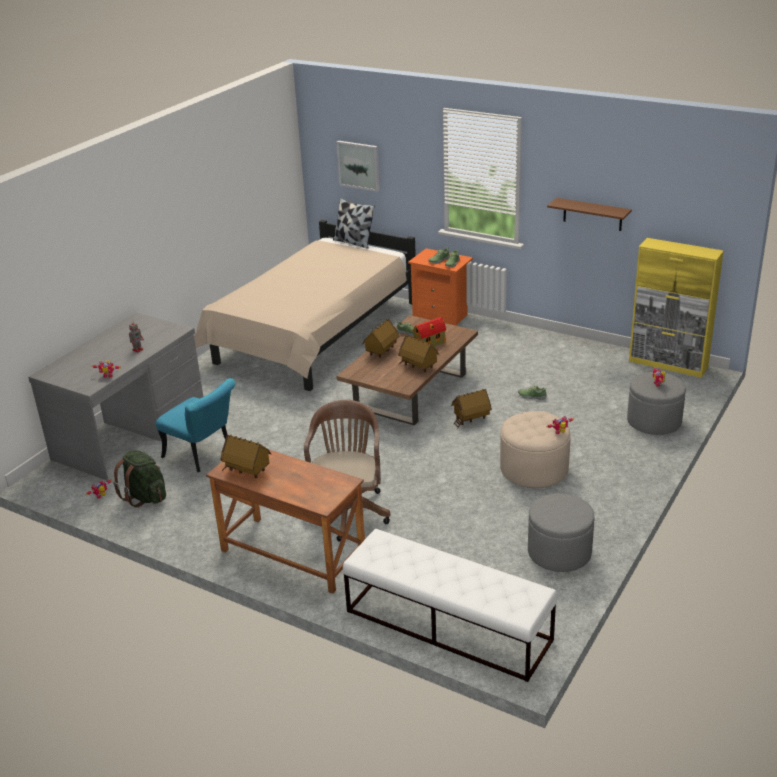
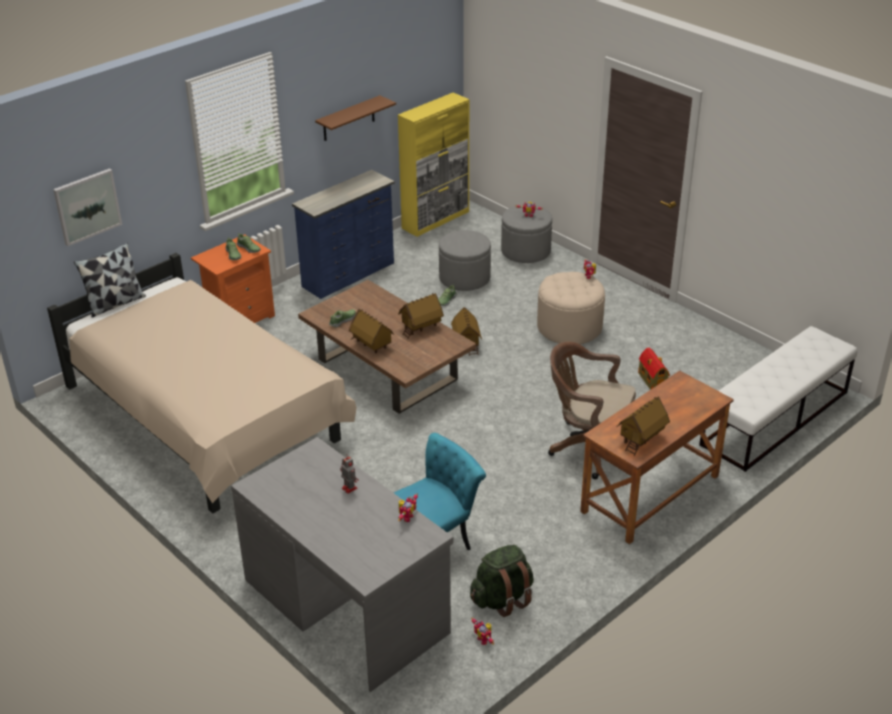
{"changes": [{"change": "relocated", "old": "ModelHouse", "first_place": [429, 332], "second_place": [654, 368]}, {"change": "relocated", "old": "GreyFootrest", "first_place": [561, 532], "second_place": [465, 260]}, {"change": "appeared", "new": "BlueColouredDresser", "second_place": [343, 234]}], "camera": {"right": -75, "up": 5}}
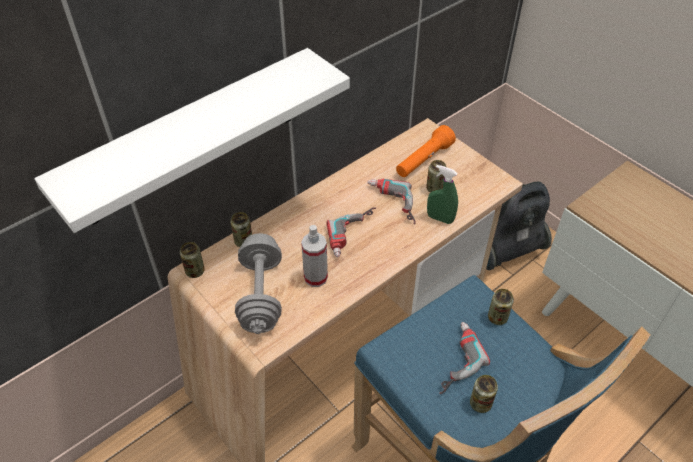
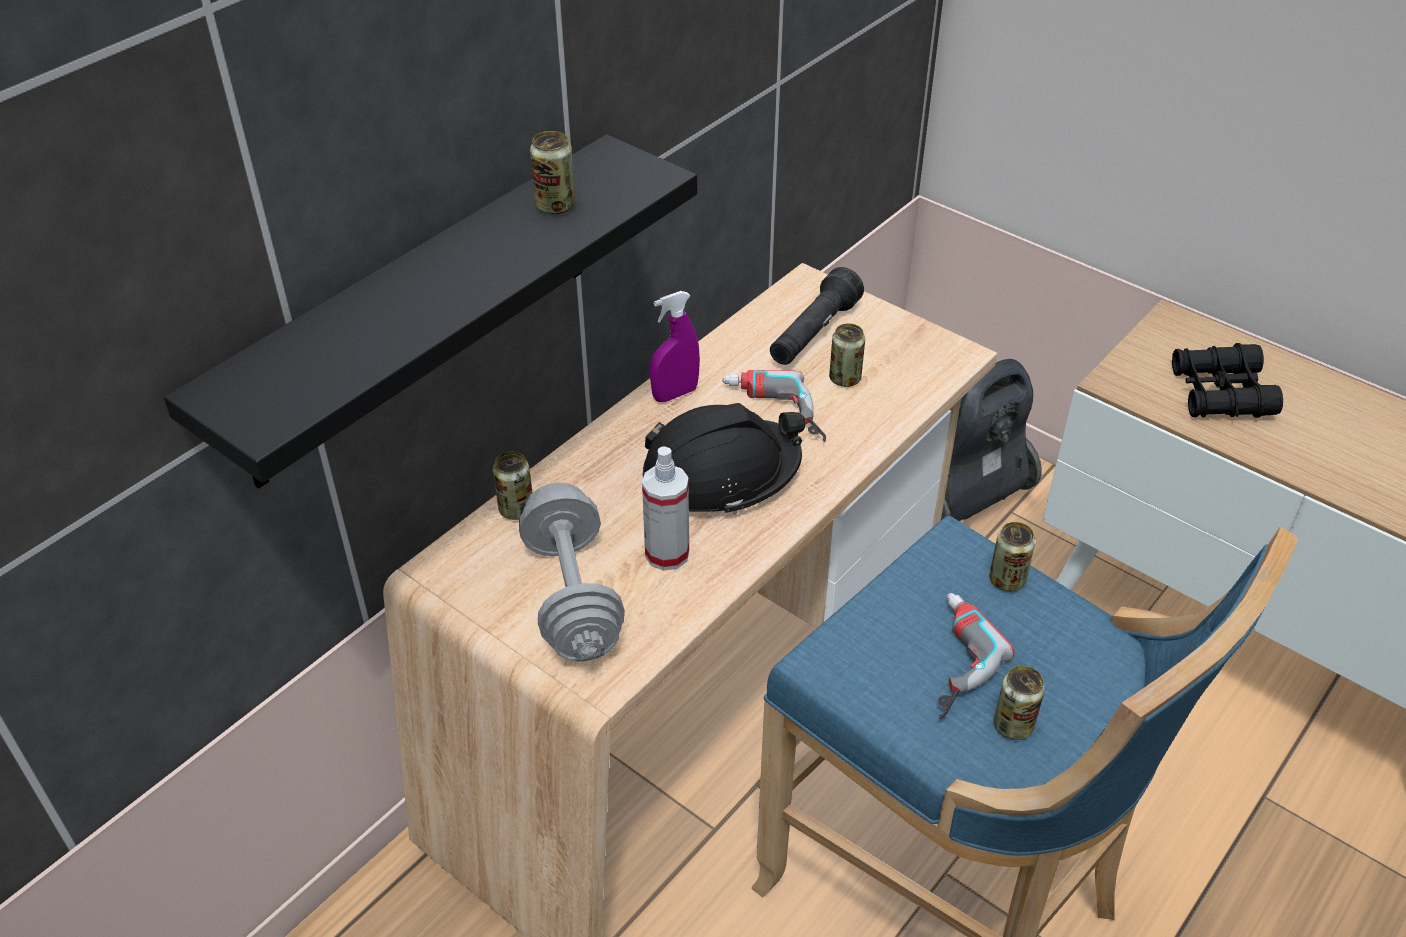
{"changes": [{"change": "colour", "old": "WhitishBracketShelf", "new": "BlackishBracketShelf", "first_place": [192, 140], "second_place": [430, 311]}, {"change": "relocated", "old": "SealedCan", "first_place": [192, 260], "second_place": [552, 172]}, {"change": "exchanged", "old": "Drill", "new": "BlackishWorkHelmet", "first_place": [351, 232], "second_place": [724, 459]}, {"change": "colour", "old": "OrangeFlashlight", "new": "BlackishFlashlight", "first_place": [426, 151], "second_place": [817, 316]}, {"change": "missing", "old": "GreenColouredHandSprayer", "first_place": [442, 194]}, {"change": "appeared", "new": "PurplishHandSprayer", "second_place": [675, 346]}, {"change": "appeared", "new": "BlackishPairOfBinoculars", "second_place": [1227, 380]}], "camera": {"right": -10, "up": -5}}
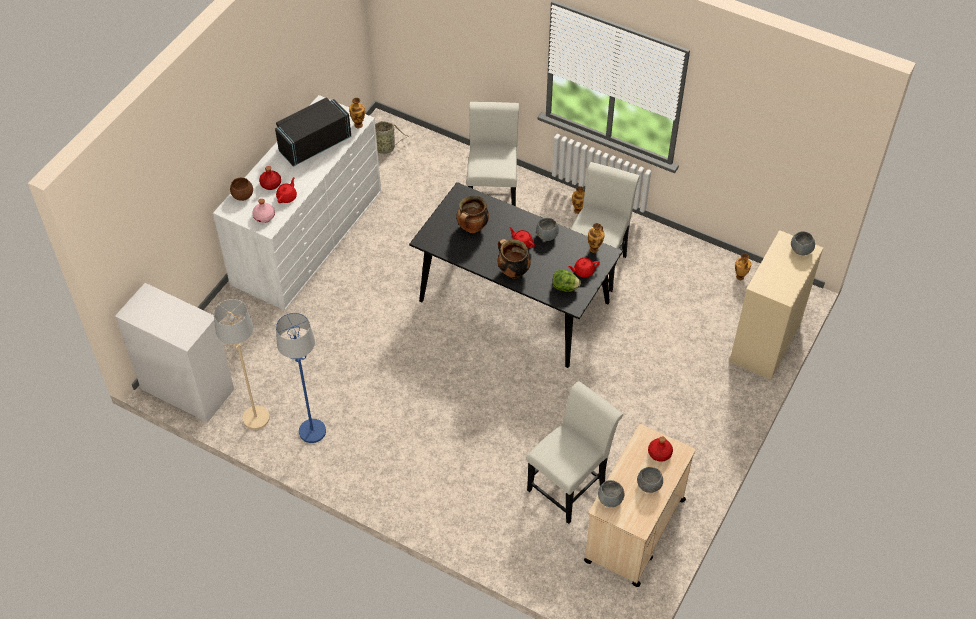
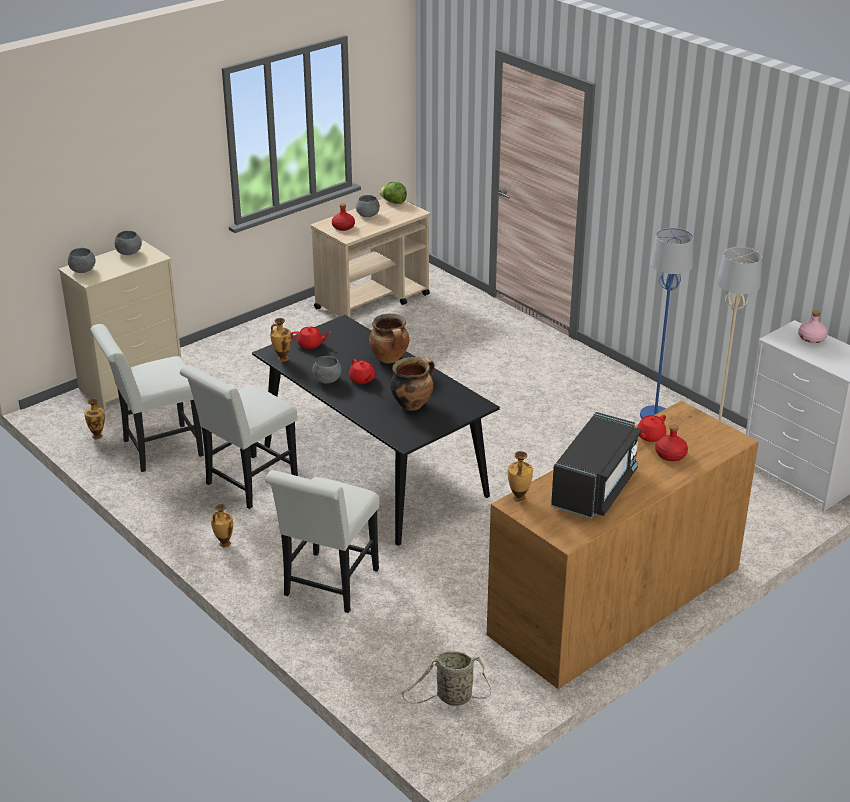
{"changes": [{"change": "colour", "old": "WhitishDresser", "new": "BrownColouredDresser", "first_place": [297, 202], "second_place": [623, 545]}, {"change": "missing", "old": "BrownColouredBowl", "first_place": [241, 189]}, {"change": "relocated", "old": "PinkColouredBeverageBottle", "first_place": [263, 211], "second_place": [813, 326]}, {"change": "spun", "old": "BlackishKitchenMicrowave", "first_place": [313, 132], "second_place": [596, 465], "degrees": -45}, {"change": "relocated", "old": "WhitishPlainChair", "first_place": [574, 452], "second_place": [147, 398]}, {"change": "relocated", "old": "Lettuce", "first_place": [566, 281], "second_place": [393, 192]}, {"change": "relocated", "old": "GreyBowl", "first_place": [611, 493], "second_place": [128, 243]}], "camera": {"right": -160, "up": -20}}
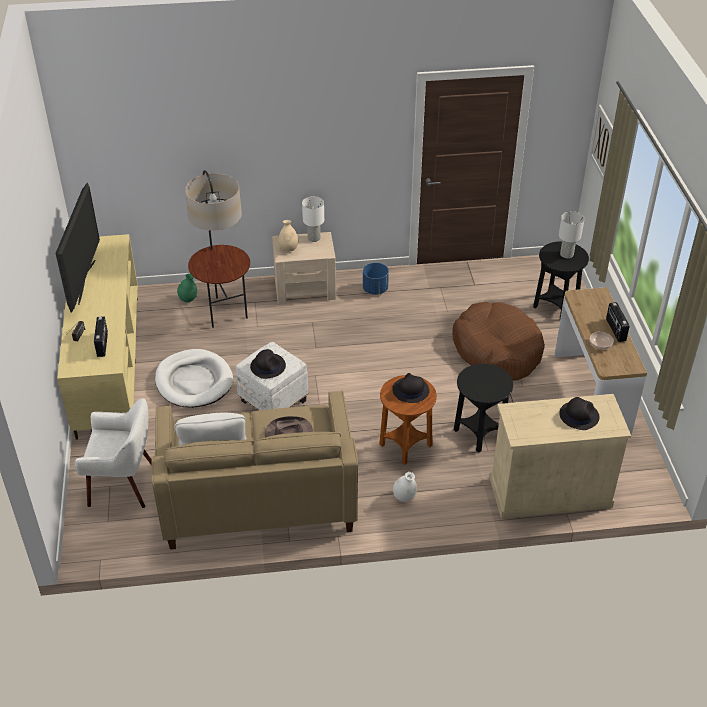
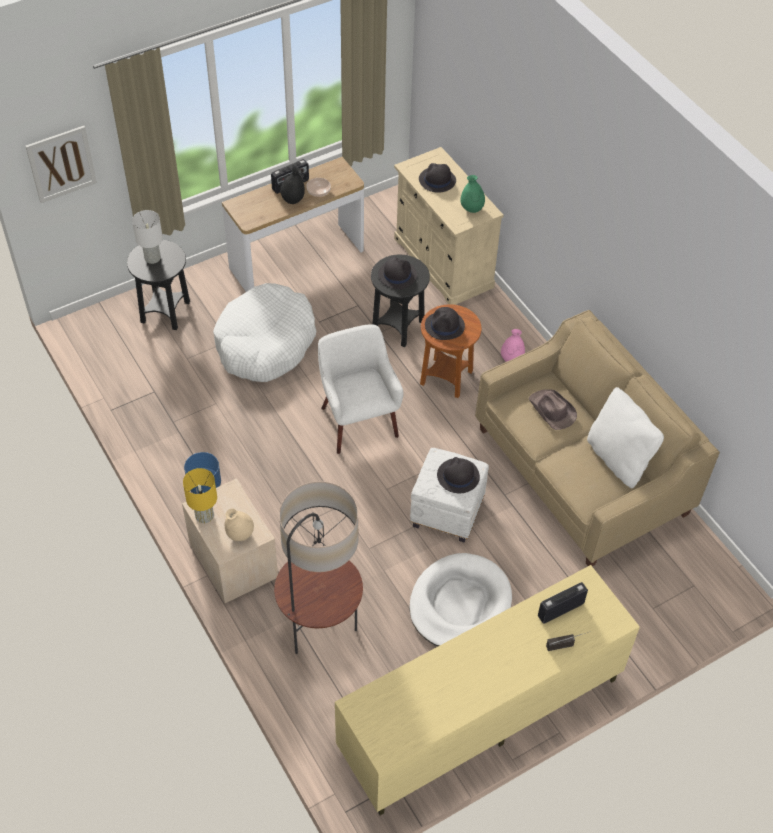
{"changes": [{"change": "missing", "old": "TvSet", "first_place": [78, 248]}, {"change": "relocated", "old": "WhitishEasyChair", "first_place": [113, 453], "second_place": [361, 389]}, {"change": "relocated", "old": "GreenColouredVase", "first_place": [187, 287], "second_place": [472, 194]}, {"change": "colour", "old": "WhitishLampForATable", "new": "YellowLampForATable", "first_place": [313, 219], "second_place": [200, 495]}, {"change": "colour", "old": "WhitishVase", "new": "PinkColouredVase", "first_place": [405, 487], "second_place": [513, 345]}, {"change": "colour", "old": "BrownColouredPetBed", "new": "WhitishPetBed", "first_place": [498, 341], "second_place": [264, 332]}, {"change": "appeared", "new": "BlackishVase", "second_place": [292, 185]}, {"change": "appeared", "new": "BlackishWearableHat", "second_place": [397, 273]}], "camera": {"right": -115, "up": 10}}
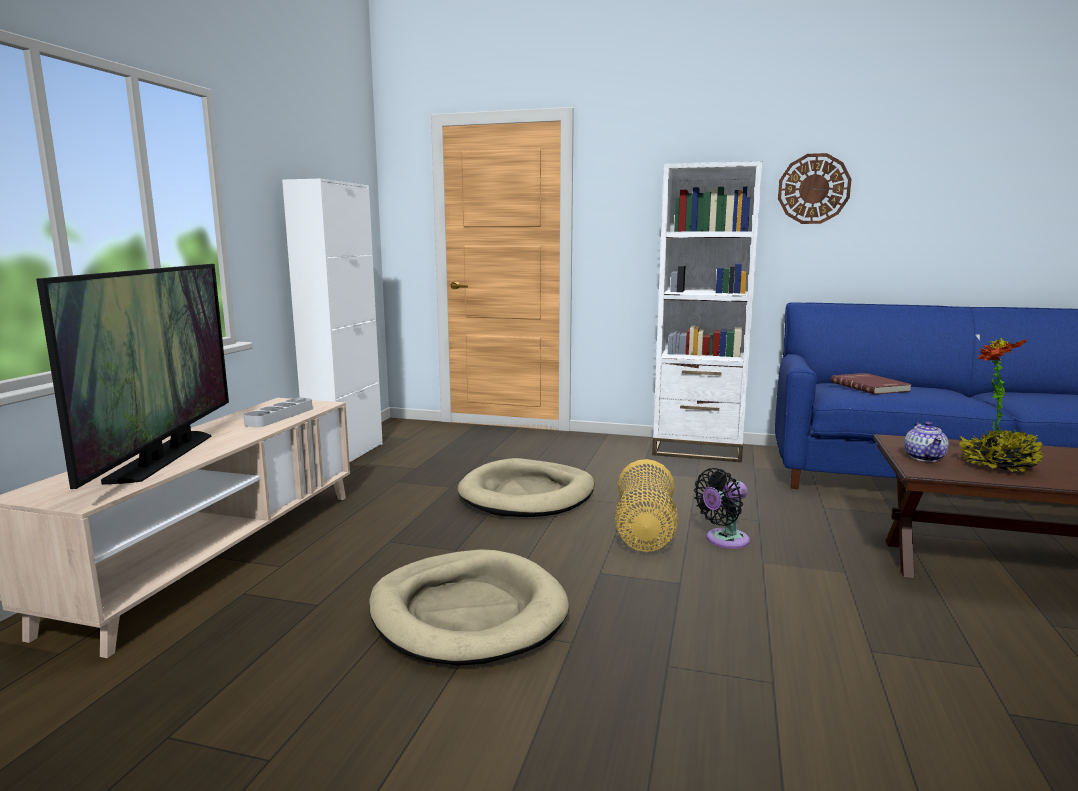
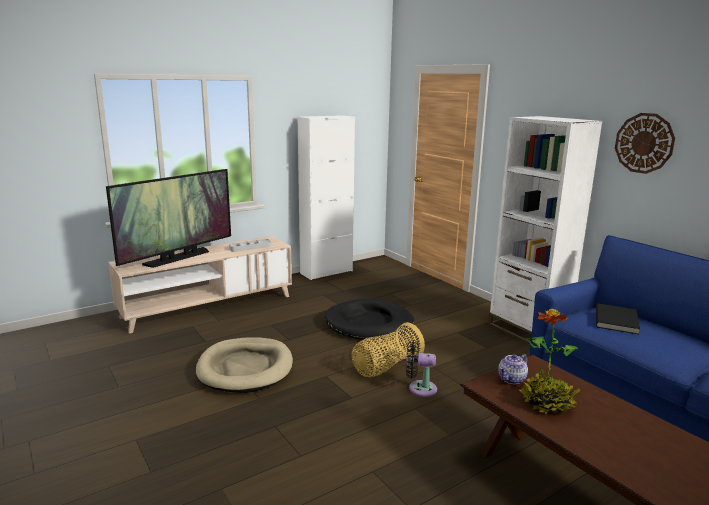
{"changes": [{"change": "colour", "old": "SandColouredPetBed", "new": "BlackishPetBed", "first_place": [525, 487], "second_place": [369, 319]}, {"change": "colour", "old": "ReddishVolume", "new": "BlackishVolume", "first_place": [871, 384], "second_place": [618, 318]}], "camera": {"right": 40, "up": 5}}
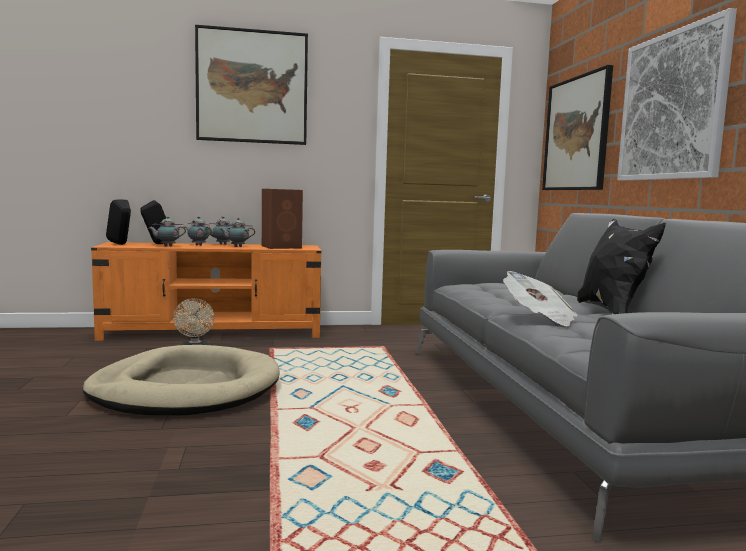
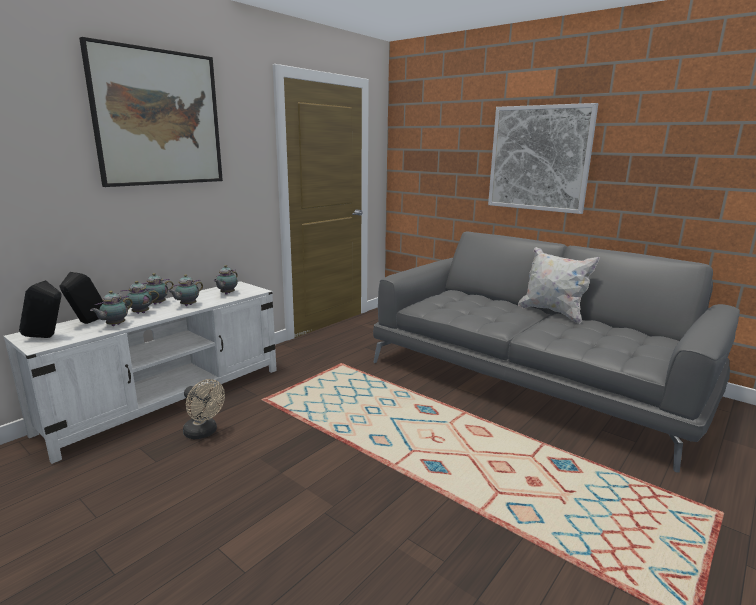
{"changes": [{"change": "missing", "old": "SandColouredPetBed", "first_place": [181, 380]}, {"change": "colour", "old": "OrangeTvUnit", "new": "WhitishTvUnit", "first_place": [206, 291], "second_place": [140, 372]}, {"change": "exchanged", "old": "BrownColouredLoudspeaker", "new": "PotForTea", "first_place": [282, 219], "second_place": [225, 280]}, {"change": "missing", "old": "Newspaper", "first_place": [540, 298]}, {"change": "missing", "old": "Picture", "first_place": [577, 127]}, {"change": "colour", "old": "BlackishPillow", "new": "WhitishPillow", "first_place": [621, 266], "second_place": [559, 285]}], "camera": {"right": -40, "up": 10}}
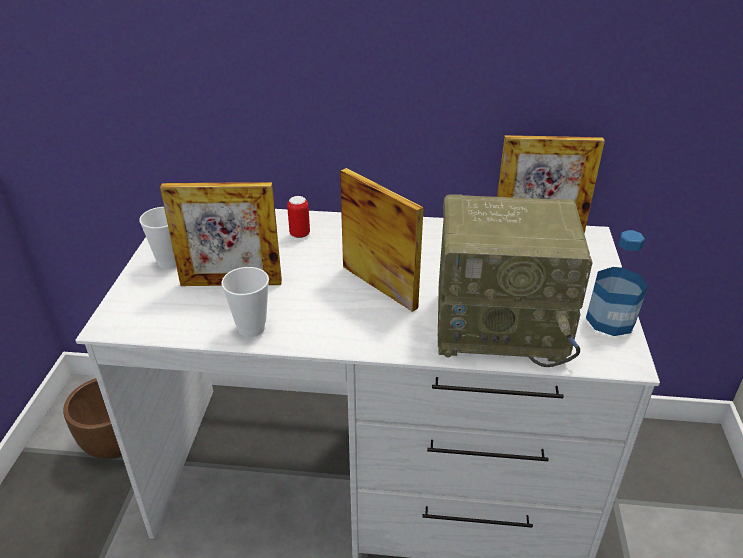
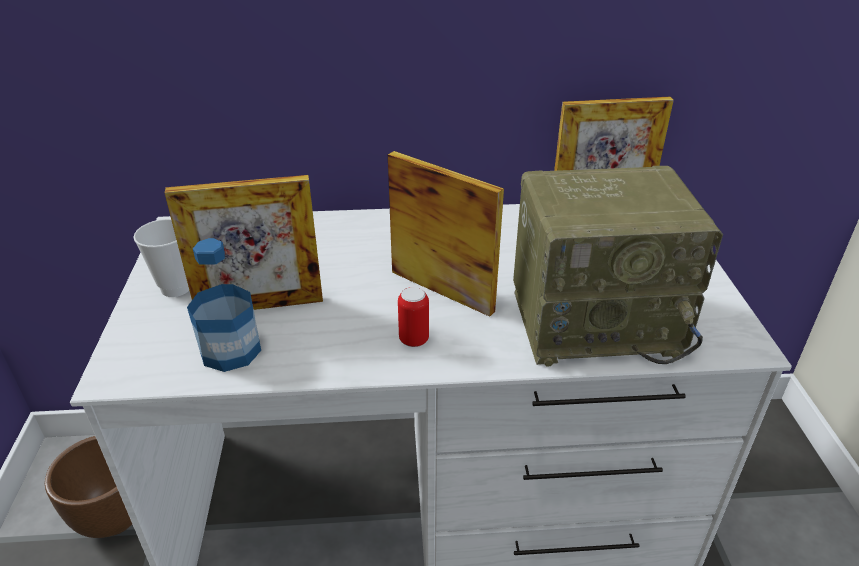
{"changes": [{"change": "missing", "old": "DrinkingCup", "first_place": [245, 302]}, {"change": "relocated", "old": "SealedCan", "first_place": [298, 217], "second_place": [413, 317]}, {"change": "relocated", "old": "BeverageBottle", "first_place": [617, 283], "second_place": [224, 305]}], "camera": {"right": -10, "up": 0}}
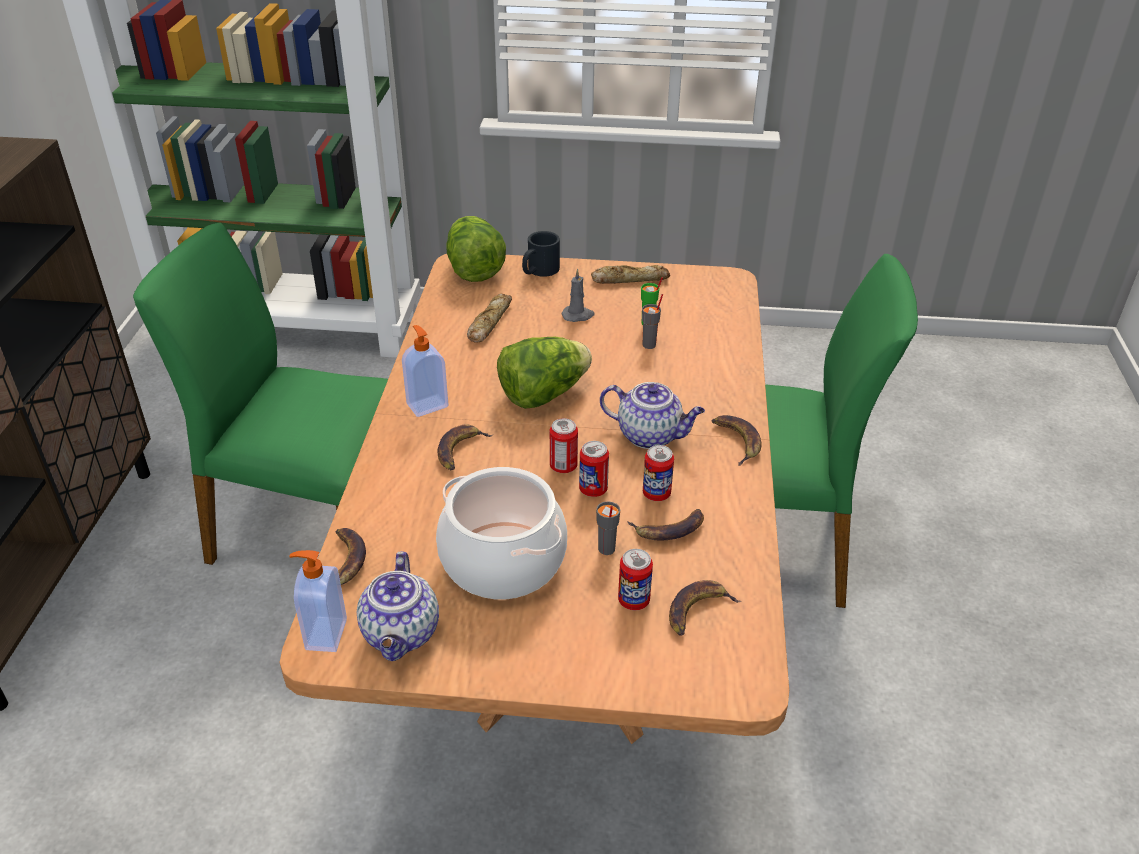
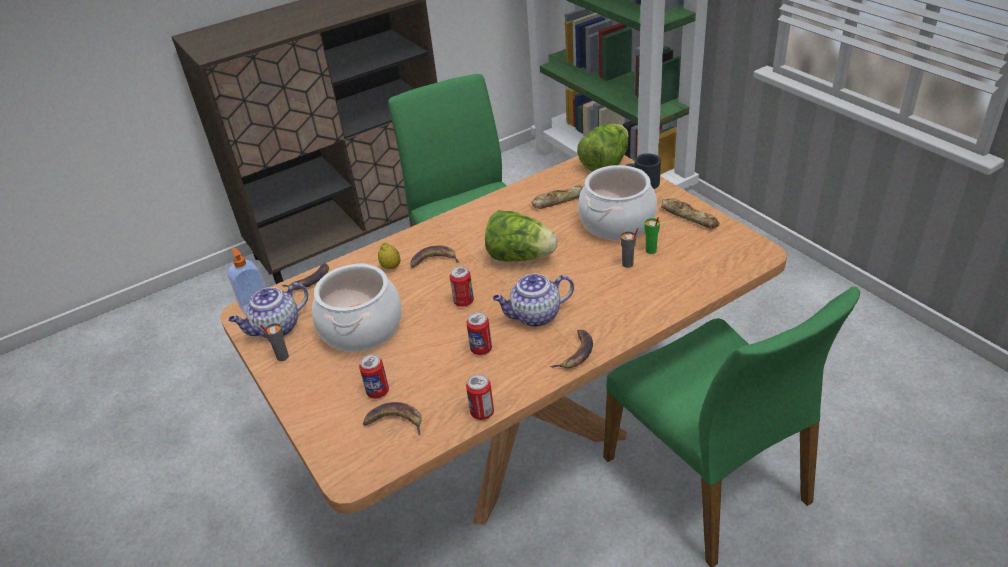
{"changes": [{"change": "missing", "old": "LiquidSoapBottle", "first_place": [425, 371]}, {"change": "exchanged", "old": "GreyWaxCandle", "new": "CookingPot", "first_place": [578, 295], "second_place": [617, 202]}, {"change": "relocated", "old": "SealedCan", "first_place": [594, 469], "second_place": [480, 397]}, {"change": "relocated", "old": "GreyDrinkingCup", "first_place": [608, 528], "second_place": [274, 342]}, {"change": "spun", "old": "PotForTea", "first_place": [652, 415], "second_place": [533, 300], "degrees": 90}, {"change": "missing", "old": "BananaFruit", "first_place": [665, 524]}, {"change": "appeared", "new": "Lemon", "second_place": [389, 256]}], "camera": {"right": 55, "up": 0}}
